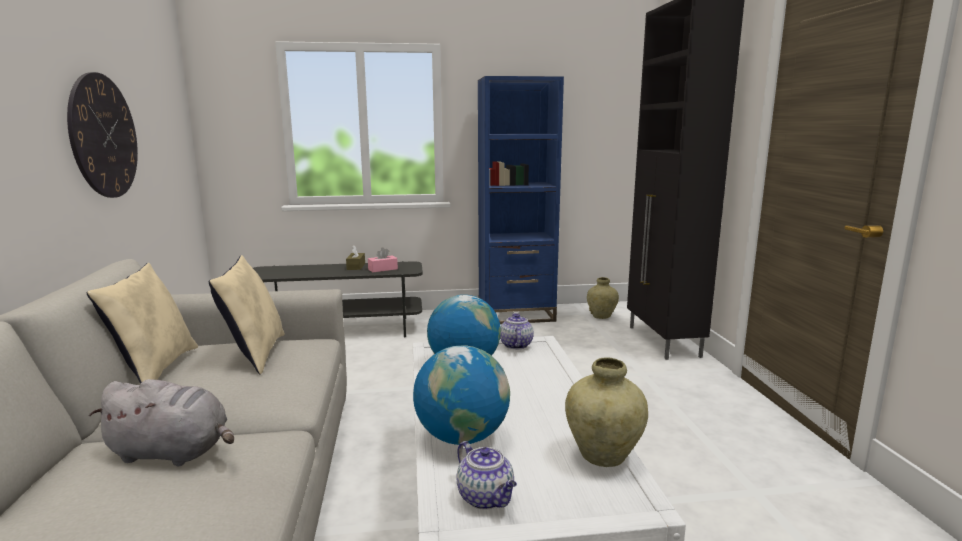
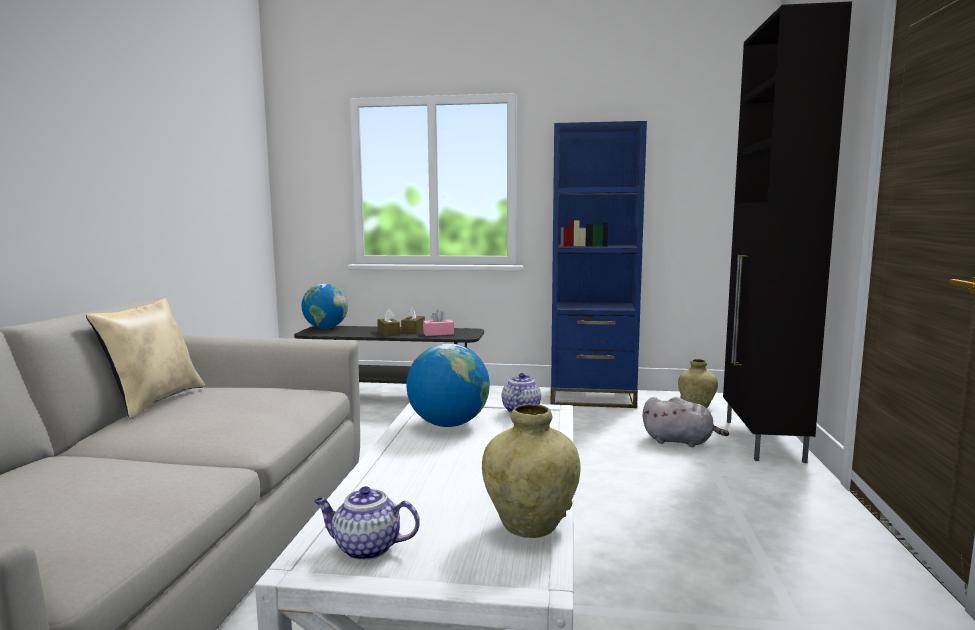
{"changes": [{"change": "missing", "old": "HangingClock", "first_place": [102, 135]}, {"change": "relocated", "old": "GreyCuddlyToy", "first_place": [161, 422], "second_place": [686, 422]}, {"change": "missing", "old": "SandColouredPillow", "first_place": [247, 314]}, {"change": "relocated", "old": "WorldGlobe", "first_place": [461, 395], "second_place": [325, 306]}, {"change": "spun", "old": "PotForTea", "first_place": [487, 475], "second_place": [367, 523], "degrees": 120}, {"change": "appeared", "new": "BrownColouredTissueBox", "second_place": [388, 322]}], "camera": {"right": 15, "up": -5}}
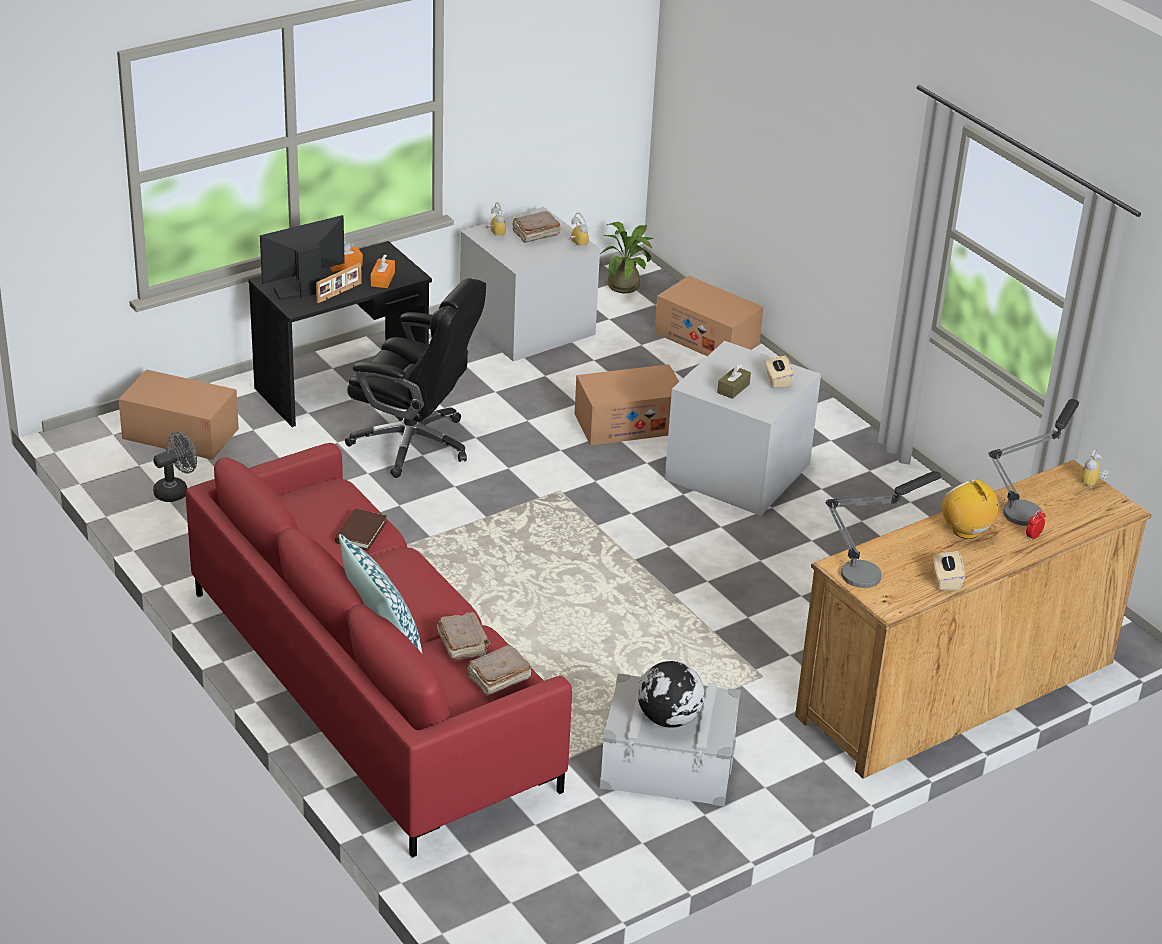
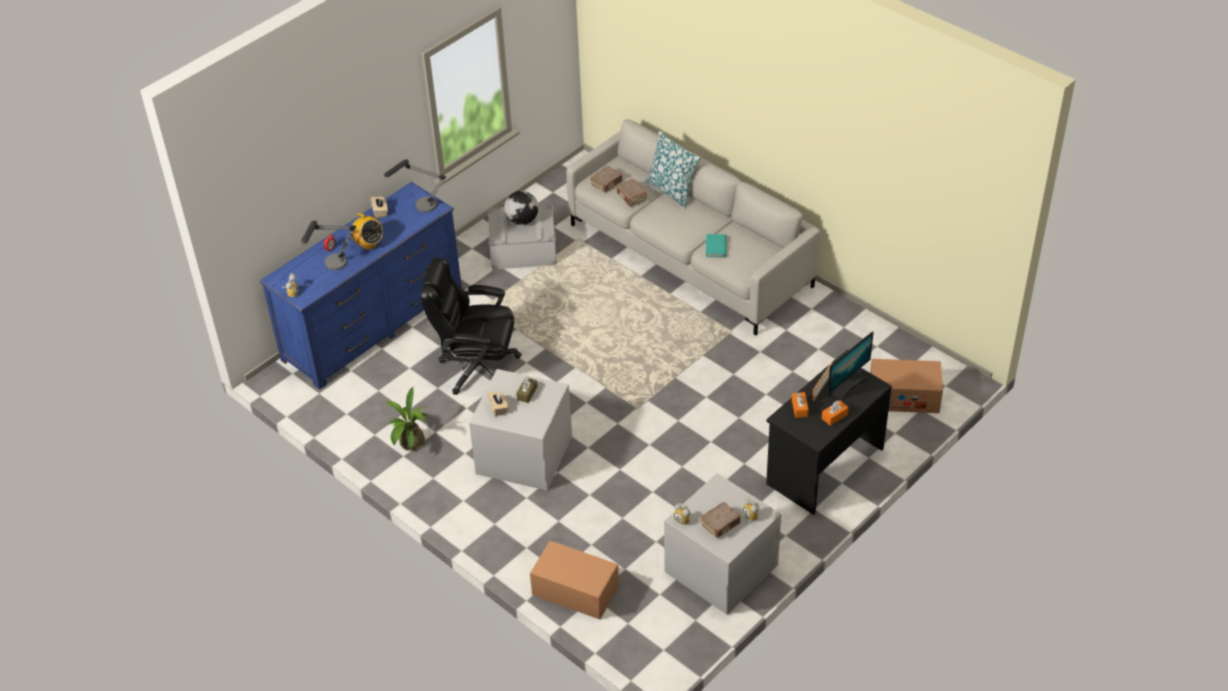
{"changes": [{"change": "missing", "old": "GreyElectricFan", "first_place": [175, 466]}, {"change": "colour", "old": "ReddishSofa", "new": "GreySofa", "first_place": [379, 650], "second_place": [693, 227]}, {"change": "colour", "old": "BrownColouredVolume", "new": "TurquoiseVolume", "first_place": [361, 530], "second_place": [716, 246]}, {"change": "relocated", "old": "BlackishComputerChair", "first_place": [415, 378], "second_place": [471, 326]}, {"change": "missing", "old": "PackingBox", "first_place": [627, 404]}, {"change": "relocated", "old": "PottedPlant", "first_place": [627, 257], "second_place": [406, 419]}, {"change": "colour", "old": "BrownColouredDresser", "new": "BlueColouredDresser", "first_place": [973, 619], "second_place": [361, 285]}], "camera": {"right": 170, "up": 10}}
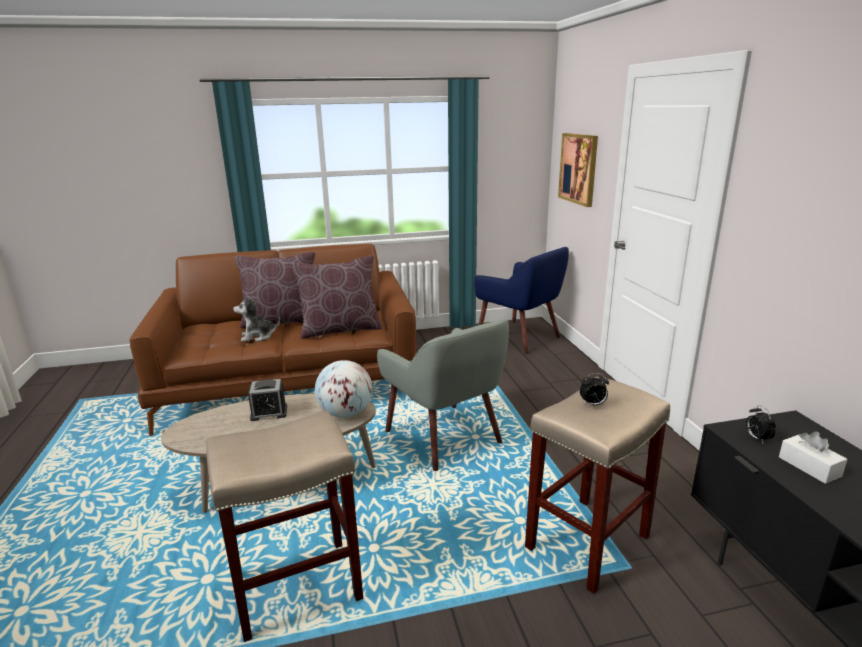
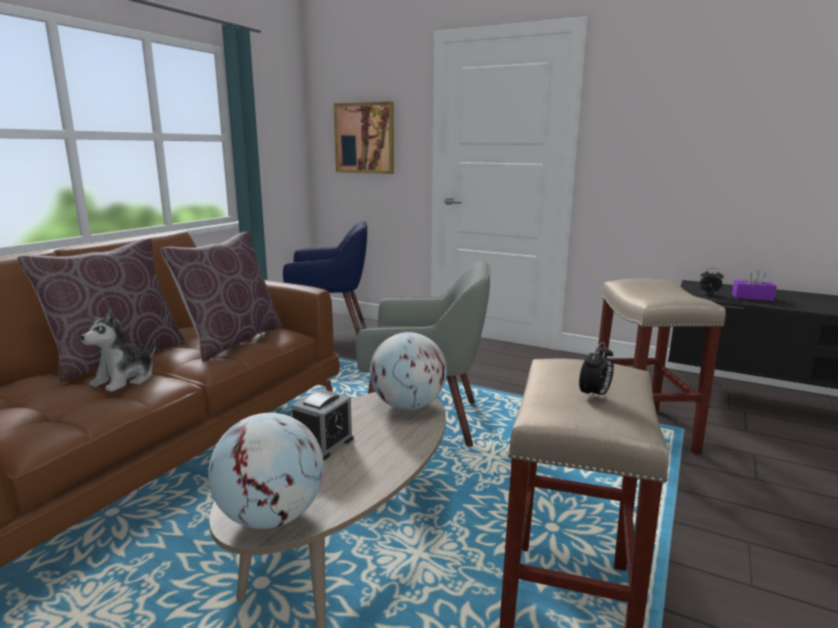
{"changes": [{"change": "relocated", "old": "AlarmClock", "first_place": [594, 389], "second_place": [596, 371]}, {"change": "colour", "old": "WhitishTissueBox", "new": "PurplishTissueBox", "first_place": [813, 457], "second_place": [754, 285]}, {"change": "appeared", "new": "WorldGlobe", "second_place": [266, 471]}], "camera": {"right": -50, "up": -5}}
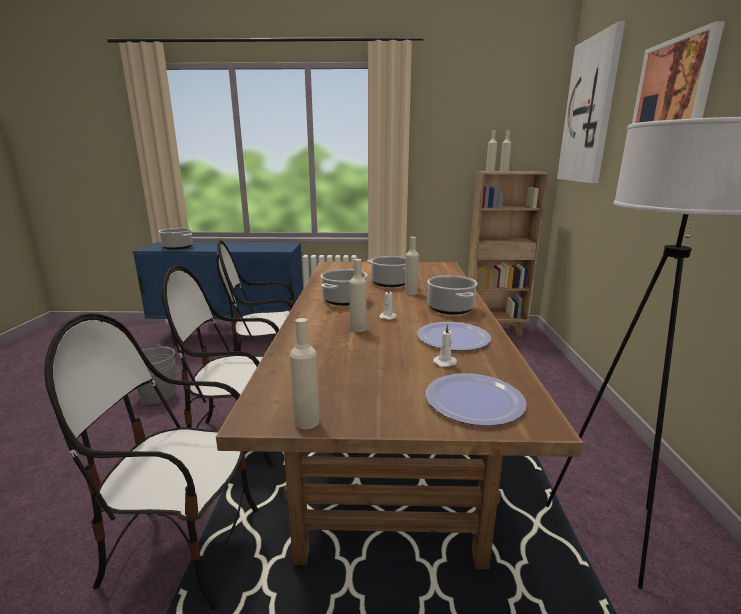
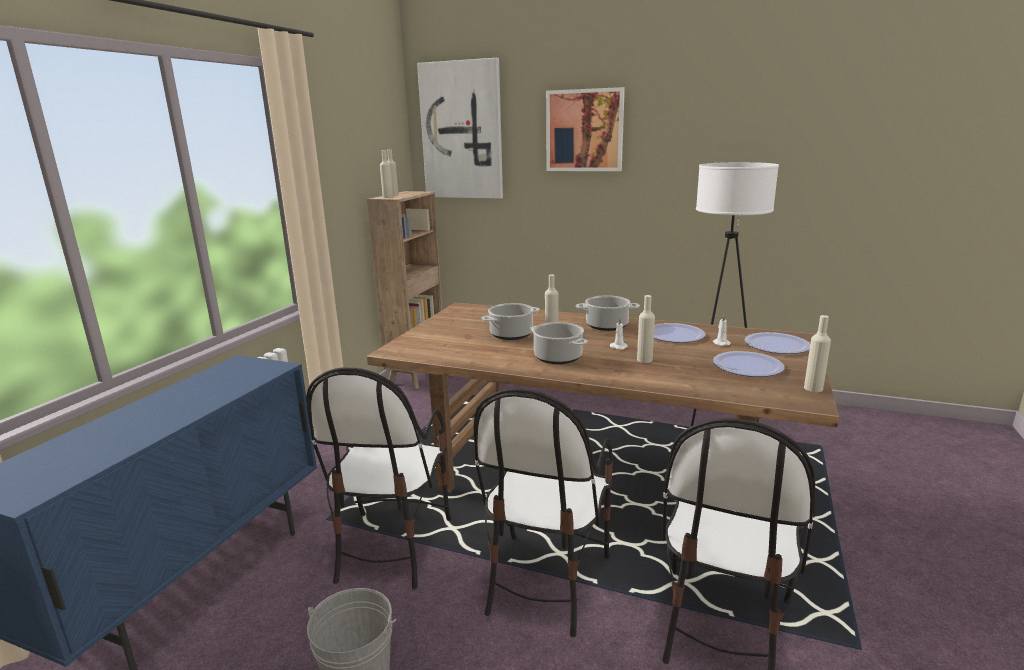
{"changes": [{"change": "missing", "old": "CookingPot", "first_place": [175, 239]}, {"change": "appeared", "new": "Plate", "second_place": [749, 364]}], "camera": {"right": -70, "up": 0}}
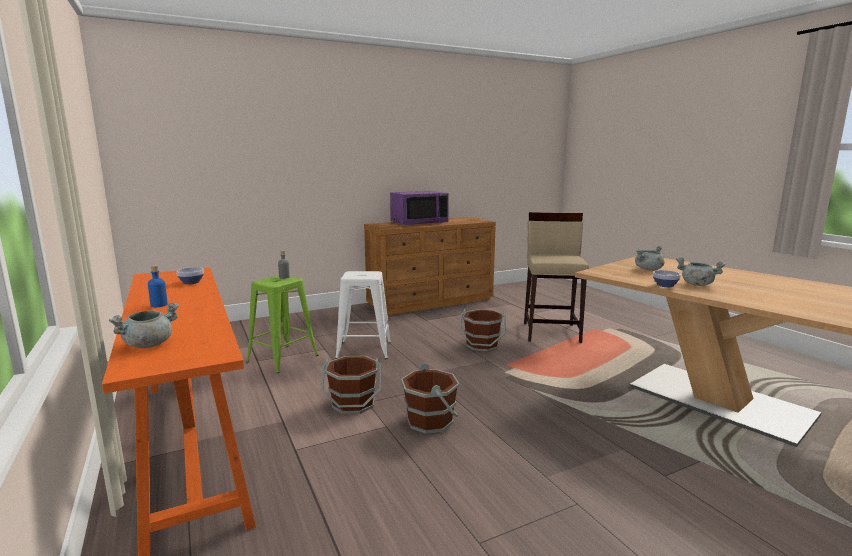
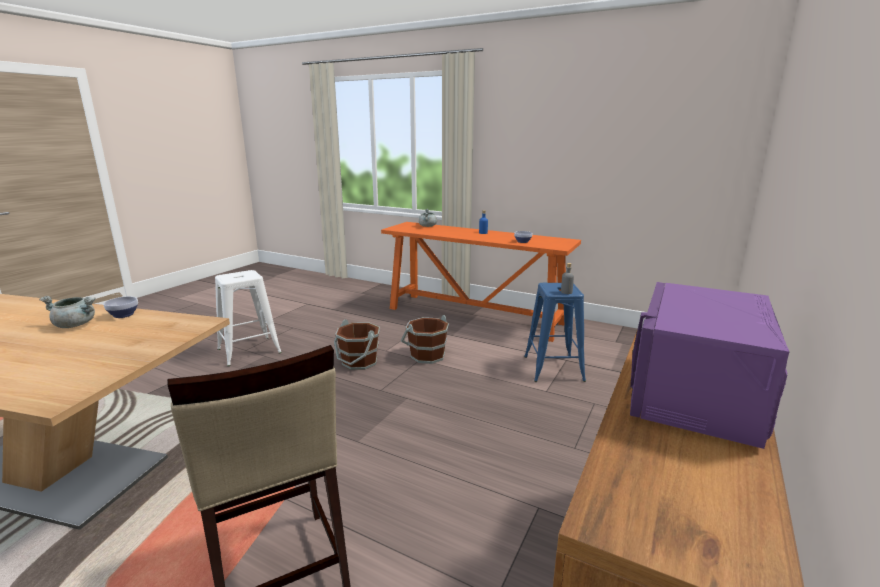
{"changes": [{"change": "colour", "old": "GreenColouredStool", "new": "BlueColouredStool", "first_place": [282, 324], "second_place": [555, 332]}, {"change": "relocated", "old": "WhitishStool", "first_place": [363, 315], "second_place": [248, 318]}, {"change": "missing", "old": "BrownColouredPail", "first_place": [482, 330]}, {"change": "missing", "old": "GreyCookingPot", "first_place": [649, 258]}], "camera": {"right": 145, "up": 5}}
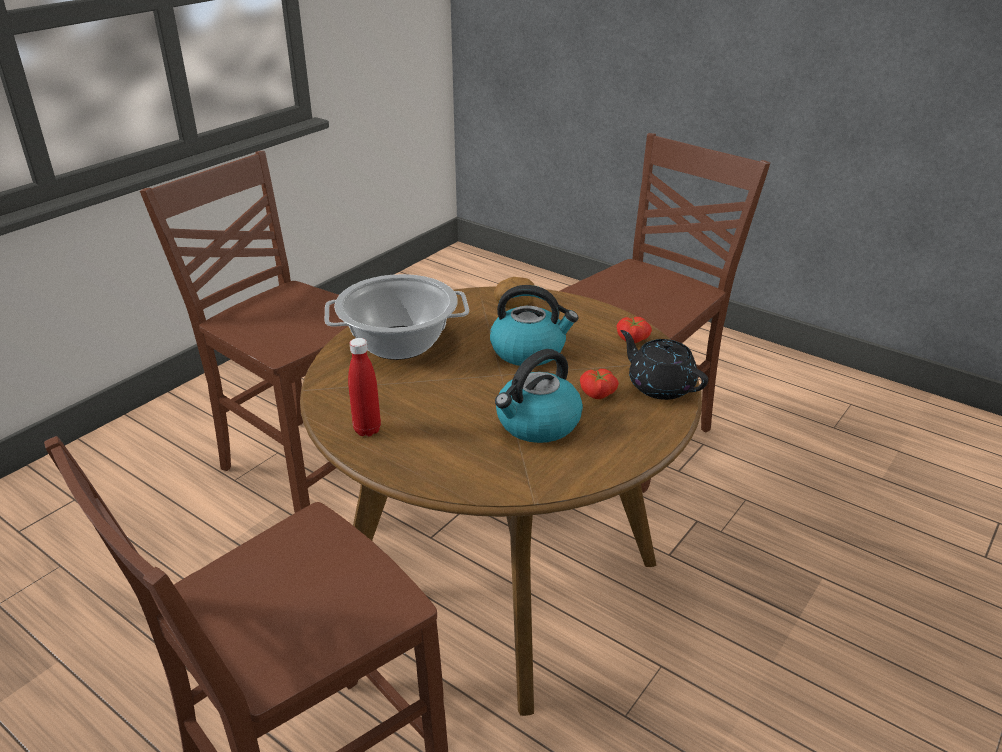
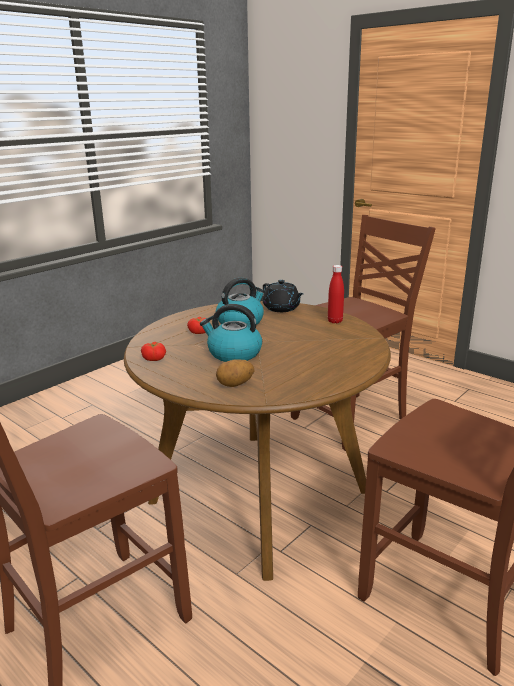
{"changes": [{"change": "missing", "old": "CookingPot", "first_place": [397, 317]}, {"change": "relocated", "old": "BlackishPotForTea", "first_place": [664, 365], "second_place": [283, 296]}], "camera": {"right": -175, "up": -10}}
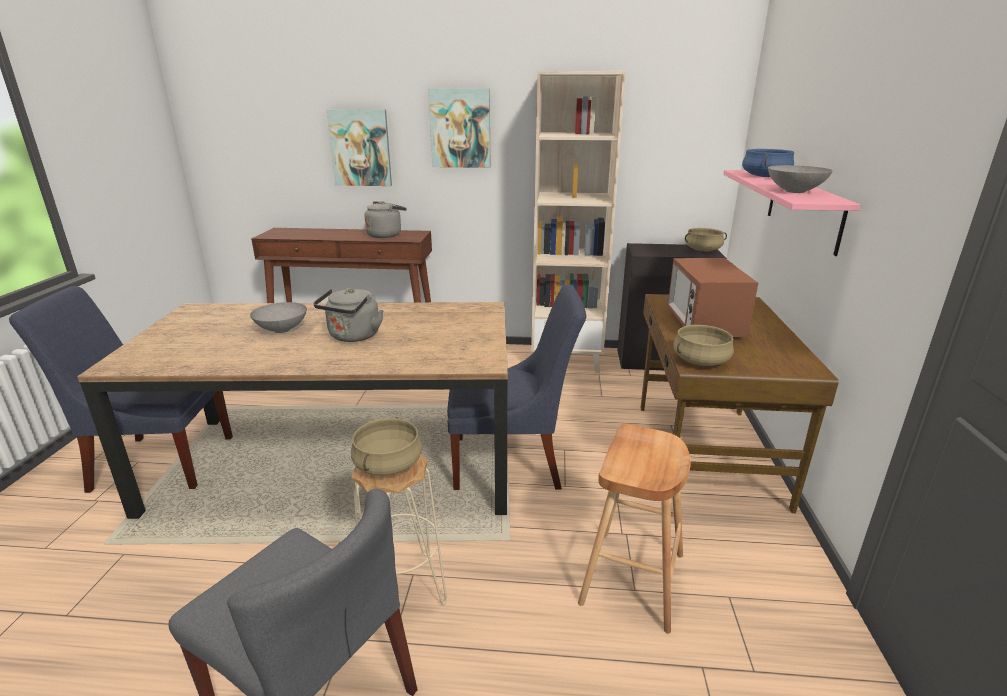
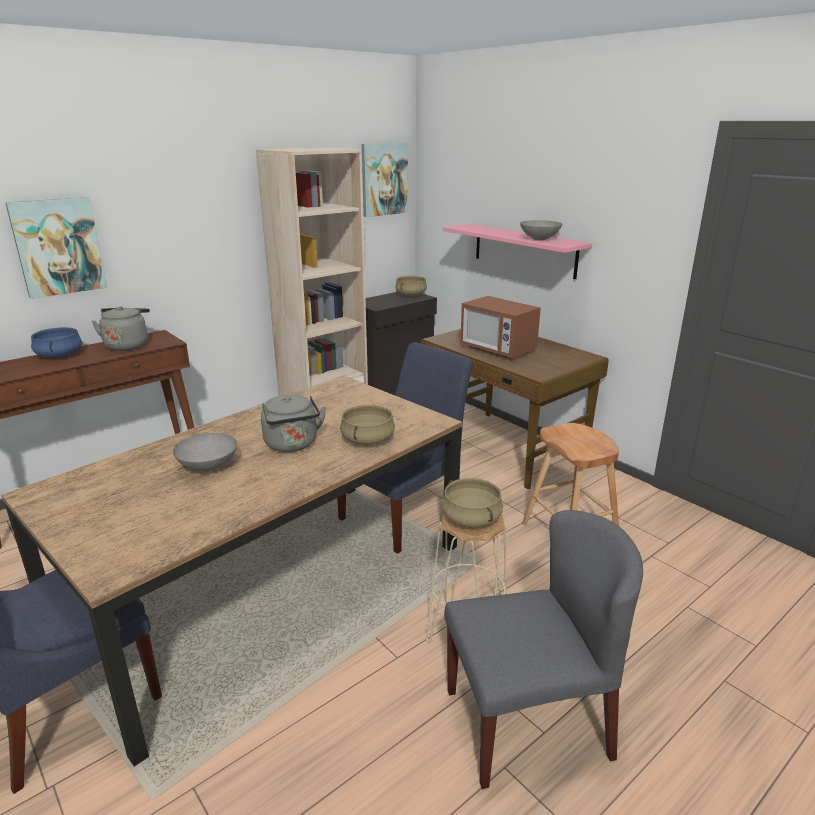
{"changes": [{"change": "relocated", "old": "Picture", "first_place": [459, 128], "second_place": [385, 180]}, {"change": "relocated", "old": "SandColouredCookingPot", "first_place": [703, 345], "second_place": [367, 424]}, {"change": "relocated", "old": "BlueColouredCookingPot", "first_place": [768, 163], "second_place": [56, 342]}], "camera": {"right": -45, "up": 0}}
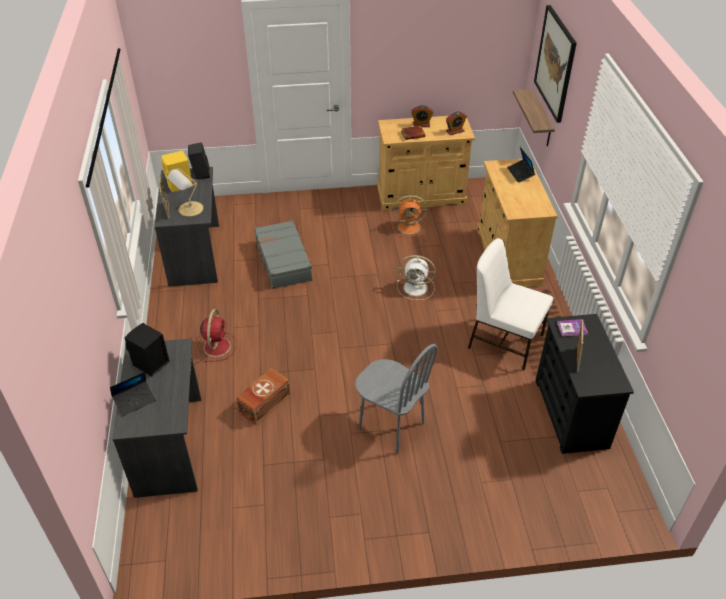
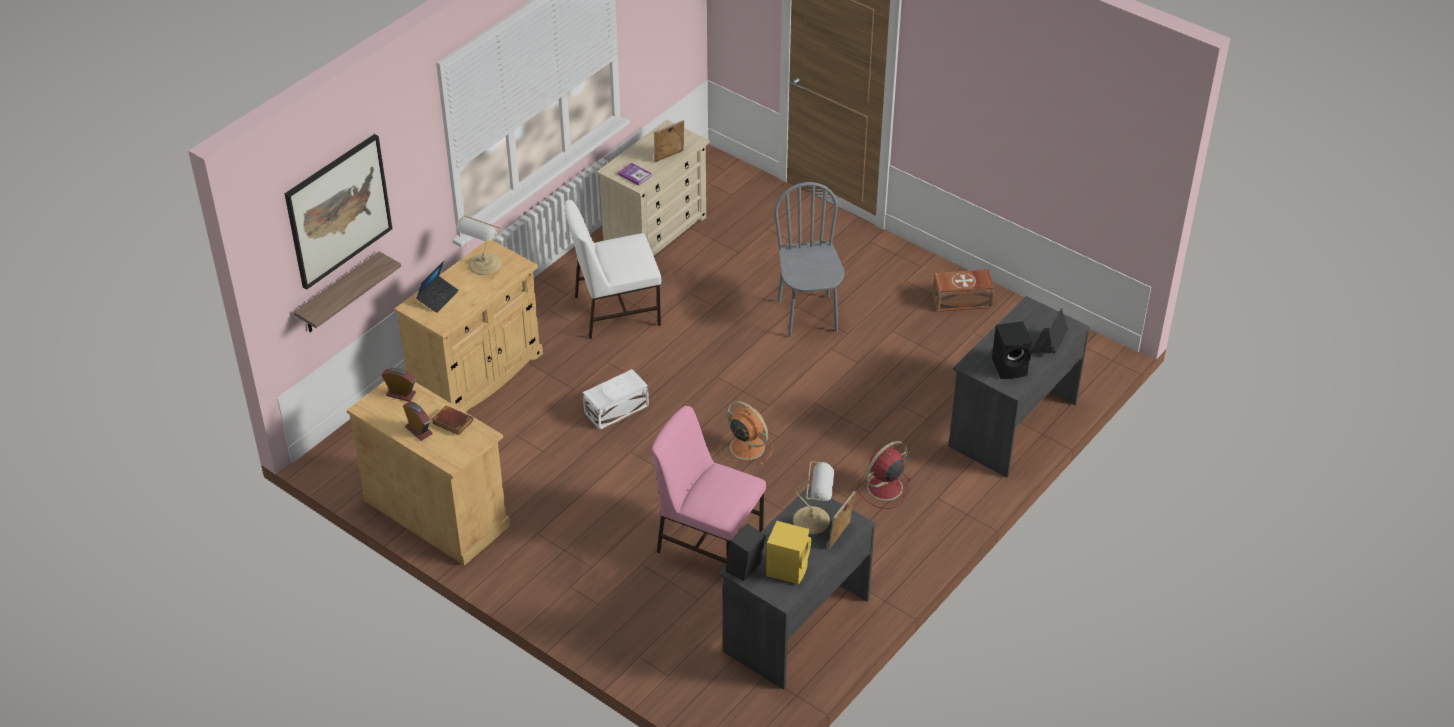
{"changes": [{"change": "spun", "old": "Laptop", "first_place": [133, 394], "second_place": [1049, 330], "degrees": -75}, {"change": "relocated", "old": "BrownColouredStorageBin", "first_place": [263, 396], "second_place": [963, 290]}, {"change": "exchanged", "old": "GreyTravelCase", "new": "PinkColouredPlainChair", "first_place": [283, 254], "second_place": [709, 484]}, {"change": "relocated", "old": "OrangeElectricFan", "first_place": [409, 216], "second_place": [746, 433]}, {"change": "exchanged", "old": "WhitishElectricFan", "new": "WhitishStorageBin", "first_place": [416, 277], "second_place": [616, 399]}, {"change": "spun", "old": "WhitishPlainChair", "first_place": [510, 304], "second_place": [613, 269], "degrees": 90}, {"change": "colour", "old": "BlackishDresser", "new": "SandColouredDresser", "first_place": [585, 384], "second_place": [653, 188]}, {"change": "appeared", "new": "LampForATable", "second_place": [479, 245]}], "camera": {"right": -135, "up": 0}}
